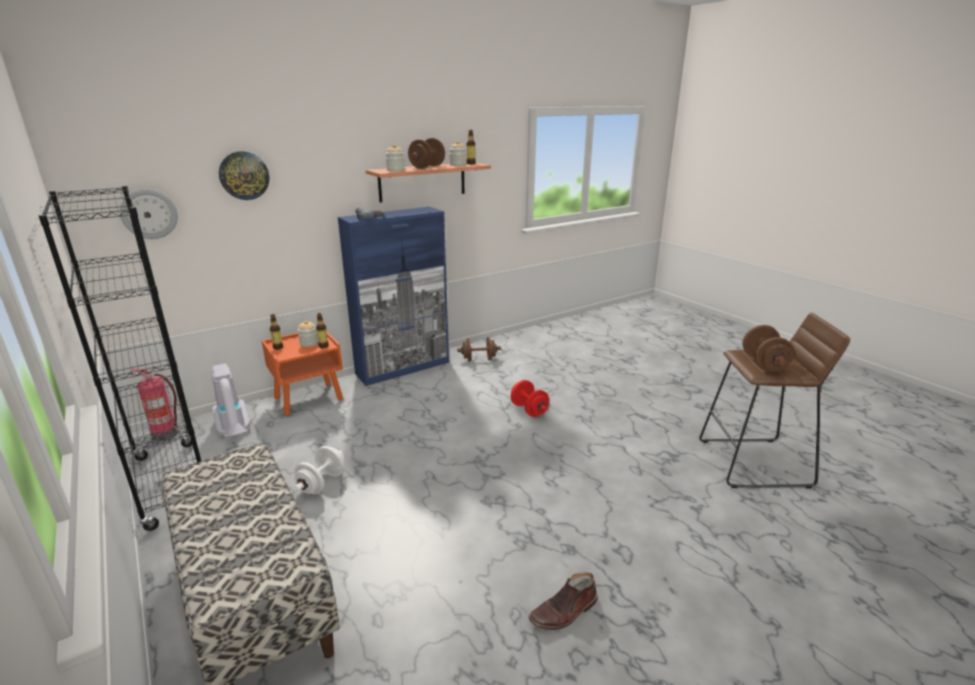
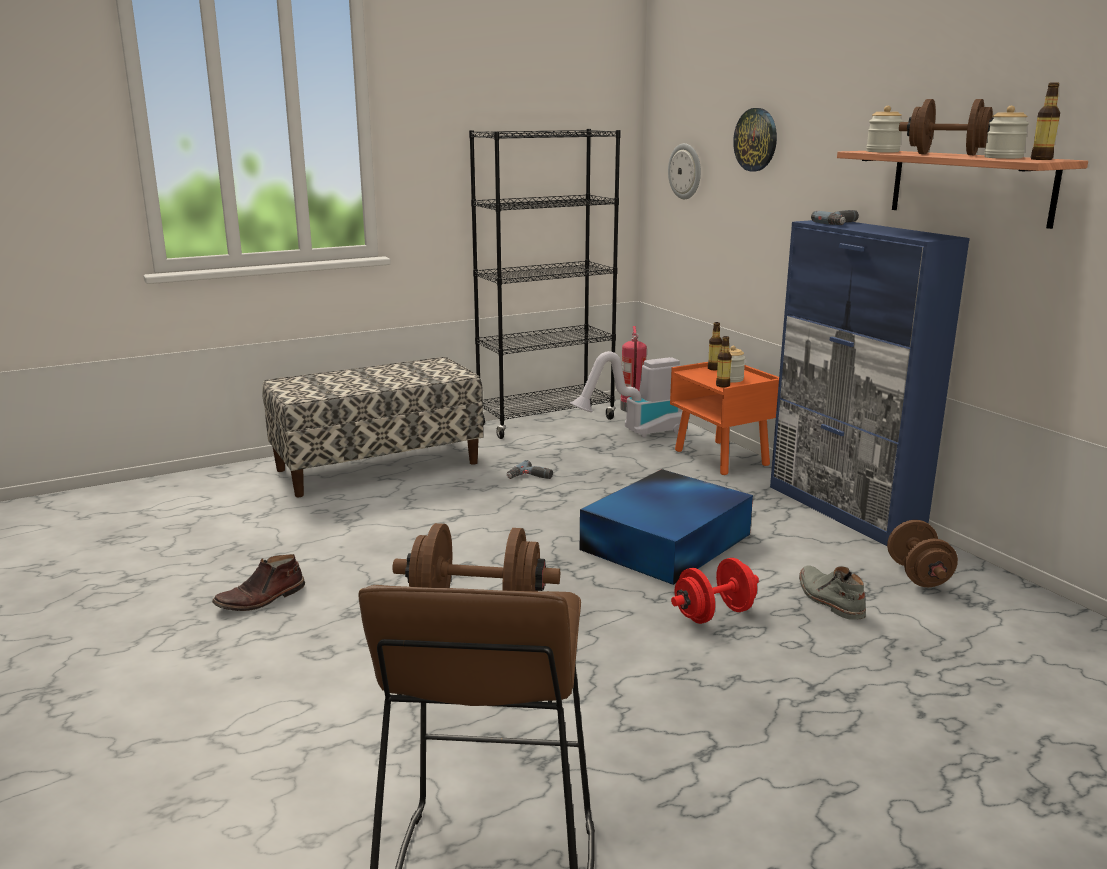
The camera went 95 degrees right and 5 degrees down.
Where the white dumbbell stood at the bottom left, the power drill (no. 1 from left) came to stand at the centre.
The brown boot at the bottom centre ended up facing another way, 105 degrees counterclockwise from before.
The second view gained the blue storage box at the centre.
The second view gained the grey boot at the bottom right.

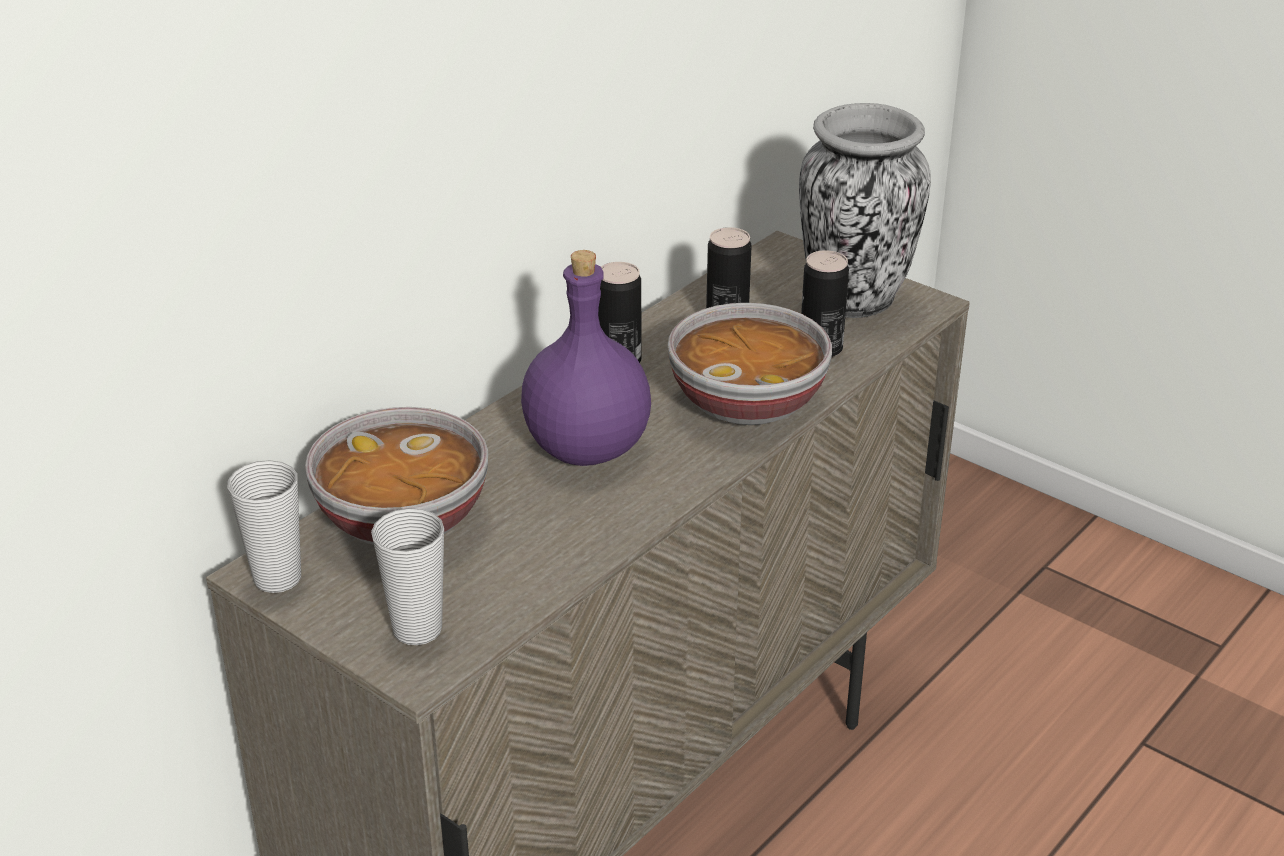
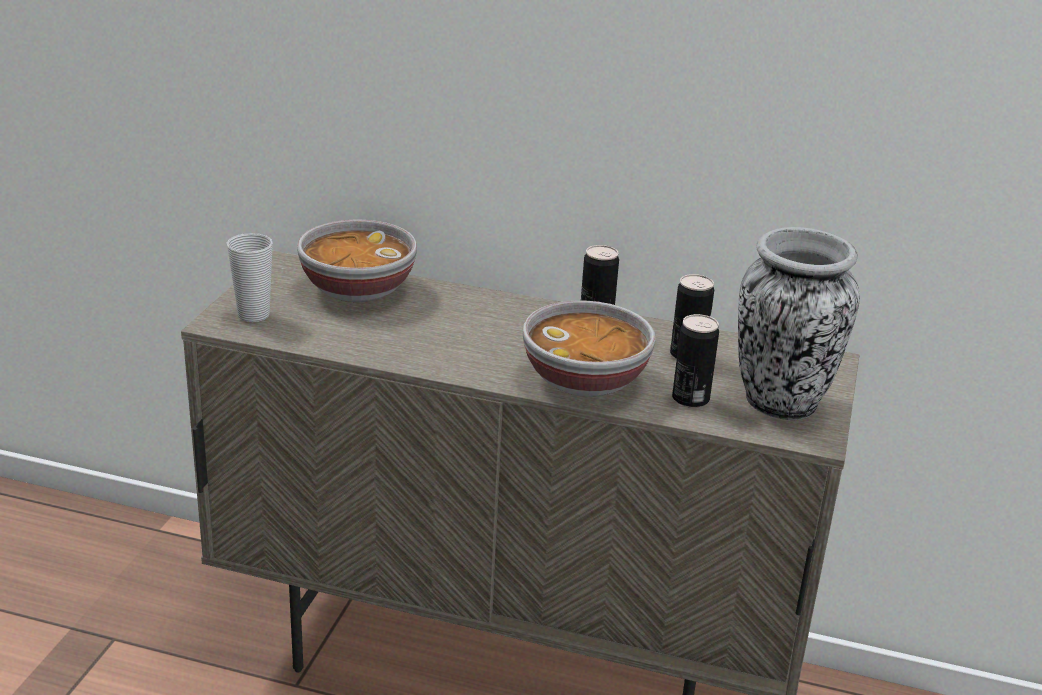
The camera went 65 degrees right and 5 degrees down.
The second view lost the purple bottle at the centre.
The second view lost the cup (no. 1 from left) at the middle left.

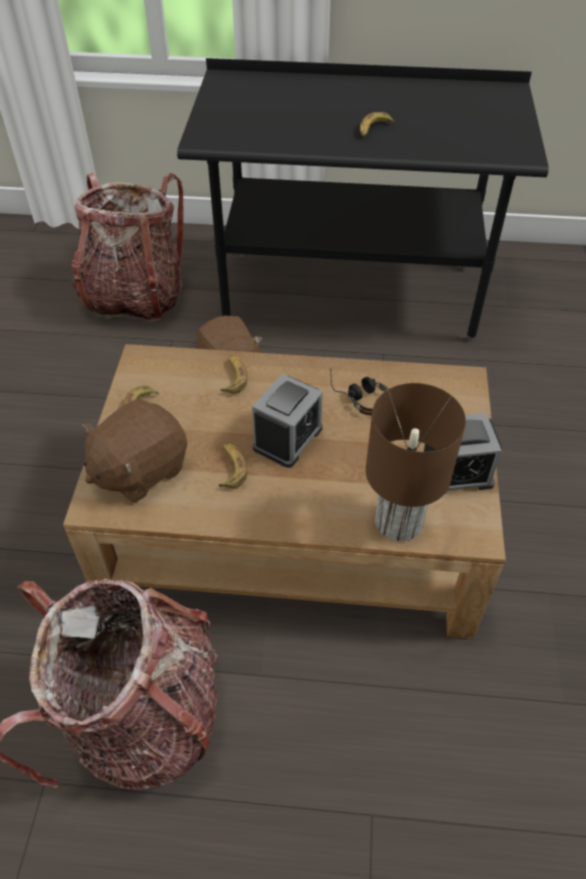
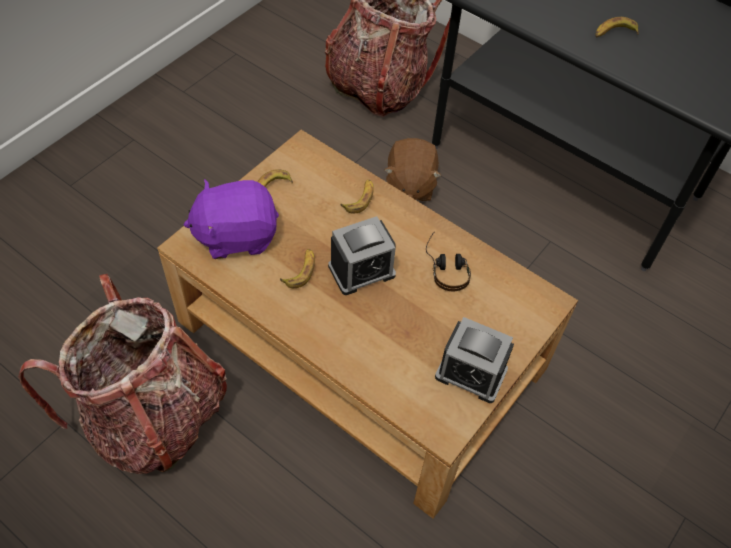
The camera went 30 degrees right and 5 degrees up.
The second view lost the brown table lamp at the middle right.
What was the brown plush toy (no. 1 from left) at the middle left turned into the purple plush toy at the middle left.

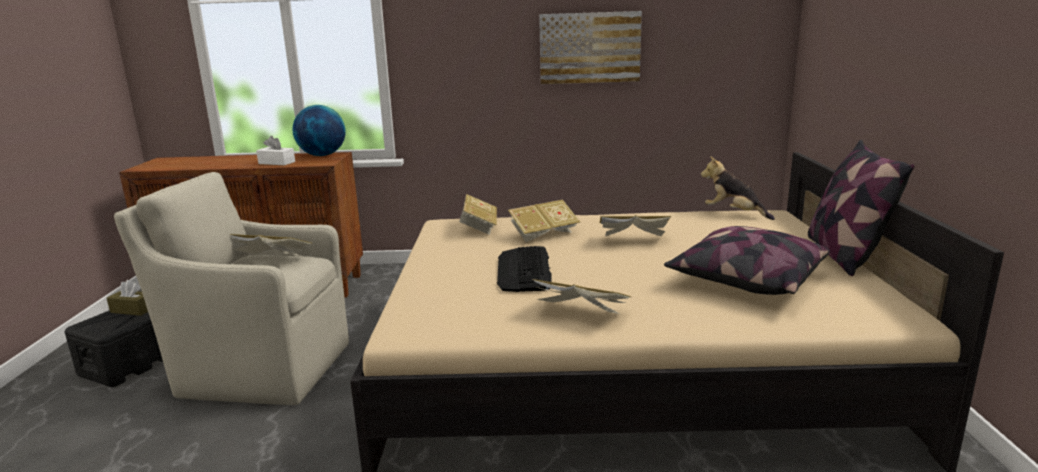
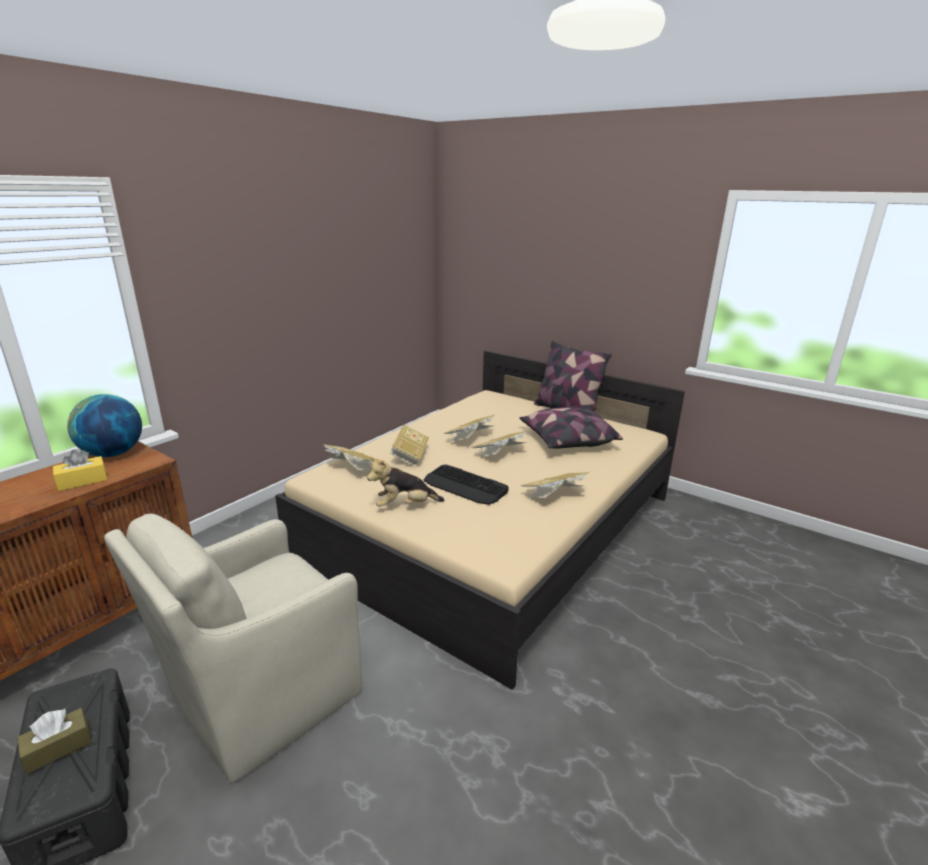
The camera went 55 degrees left and 5 degrees up.
The second view lost the picture at the top centre.
What was the white tissue box at the top left turned into the yellow tissue box at the middle left.
The plush toy ended up elsewhere, having gone from the middle right to the centre.
The book (no. 1 from left in the first image) ended up elsewhere, having gone from the middle left to the centre.

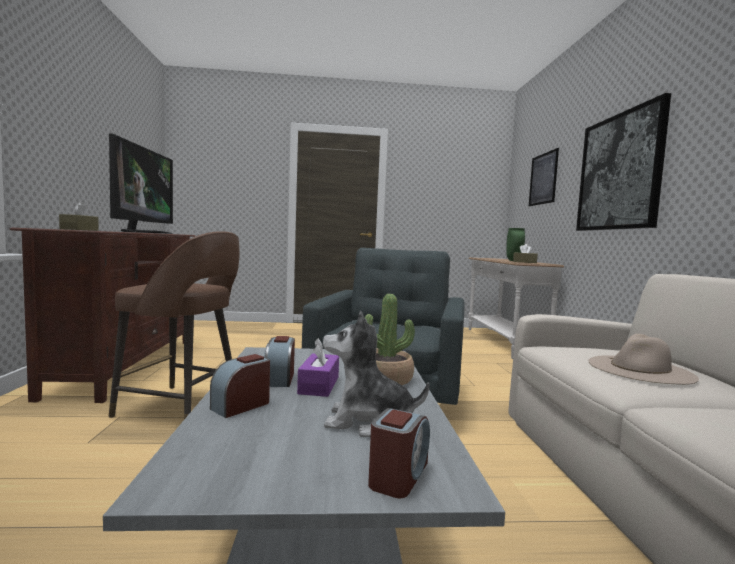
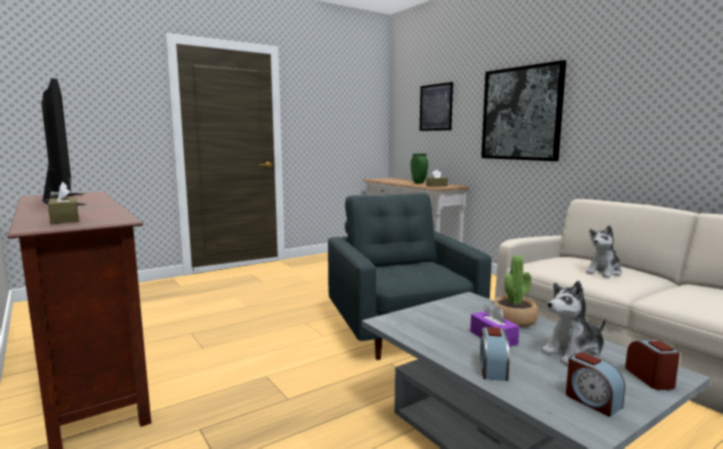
The camera went 30 degrees left and 5 degrees up.
The second view lost the brown stool at the middle left.
Where the beige hat stood at the middle right, the plush toy (no. 2 from left) came to stand at the middle right.
The alarm clock (no. 2 from left) ended up elsewhere, having gone from the centre to the bottom right.

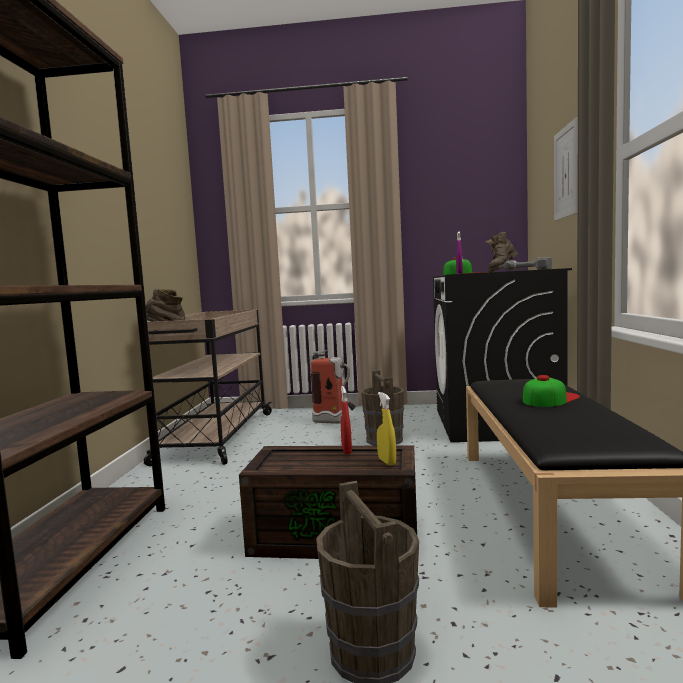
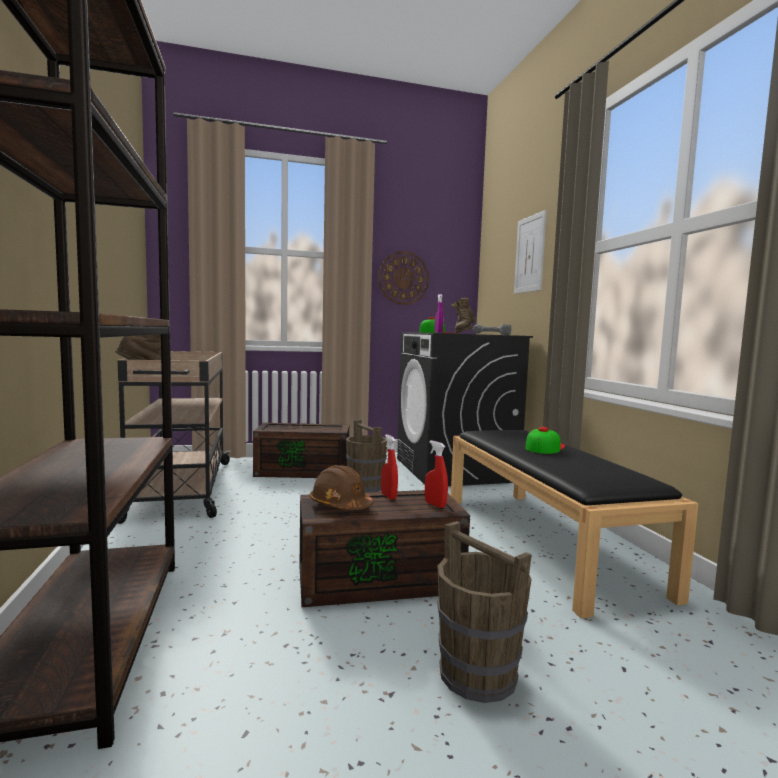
The camera went 20 degrees left and 0 degrees up.
Where the fire extinguisher stood at the centre, the brown storage box (no. 1 from left) came to stand at the centre.
What was the yellow spray bottle at the centre turned into the red spray bottle (no. 2 from left) at the centre.
The second view gained the wall clock at the centre.
The second view gained the brown hard hat at the centre.

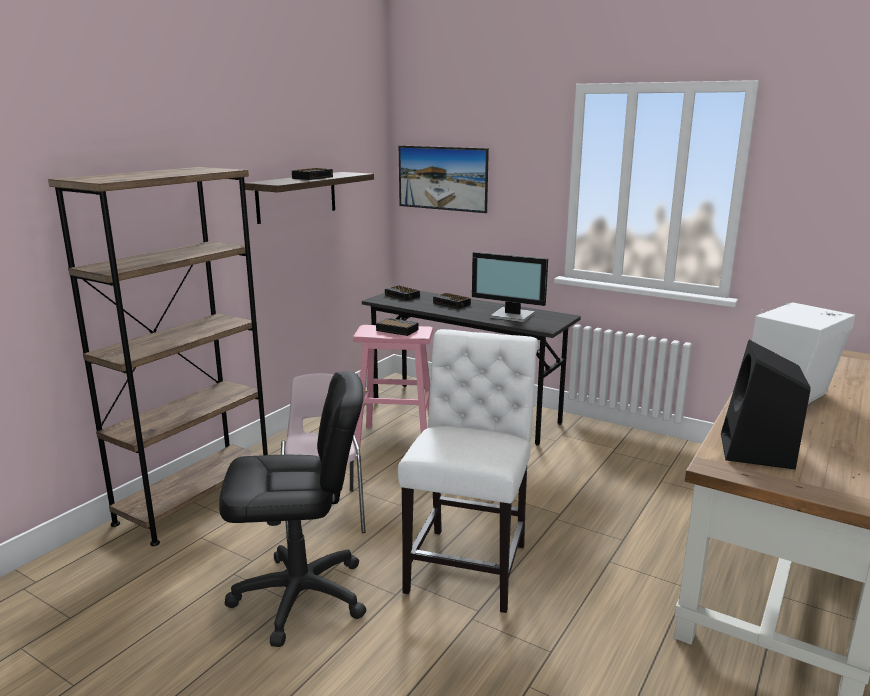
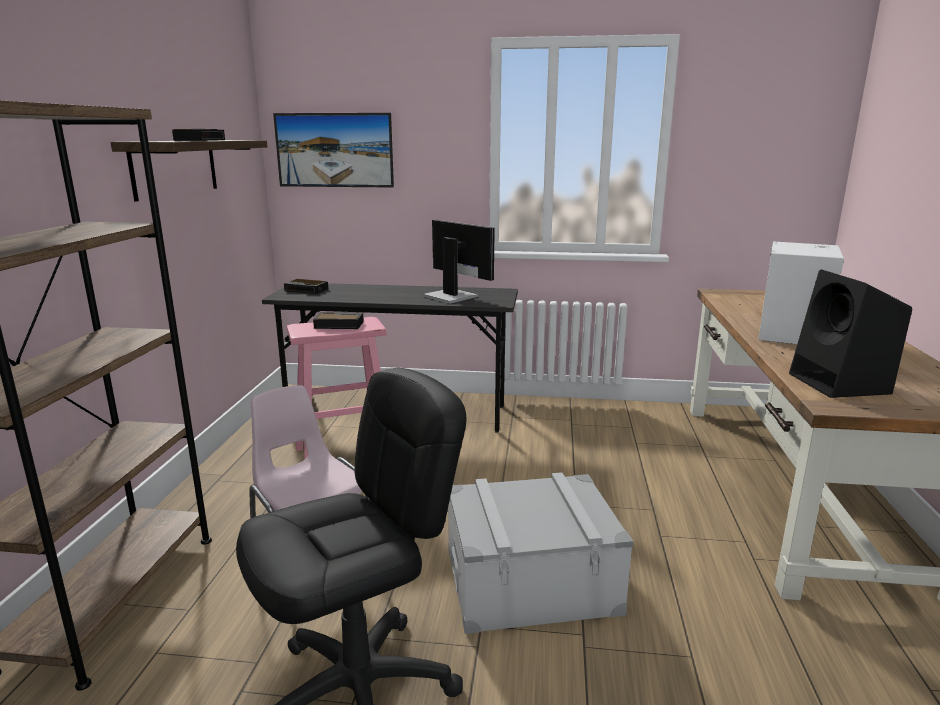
The camera went 25 degrees left and 0 degrees up.
The monitor at the centre ended up facing another way, 135 degrees counterclockwise from before.
The second view lost the alarm clock (no. 4 from left) at the centre.
Where the white chair stood at the bottom centre, the grey storage box came to stand at the bottom centre.

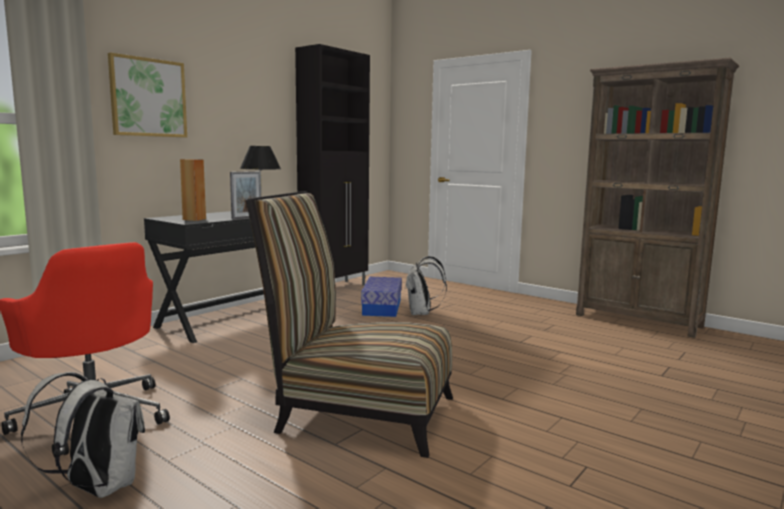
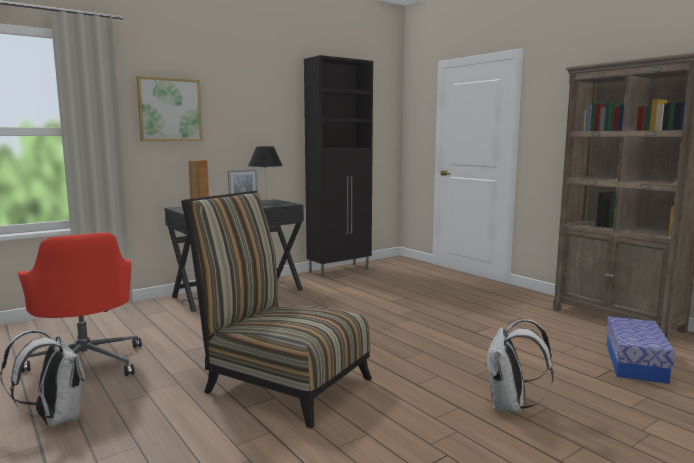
The camera went 15 degrees right and 0 degrees up.
The white backpack (no. 2 from left) ended up elsewhere, having gone from the centre to the bottom right.
The storage box ended up elsewhere, having gone from the centre to the bottom right.

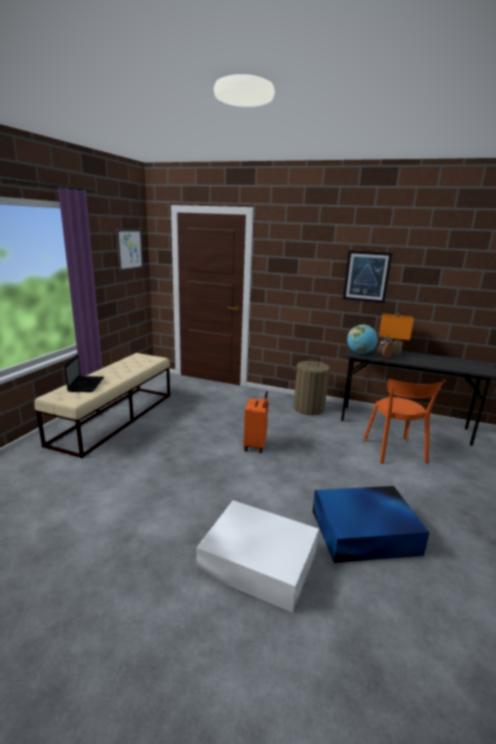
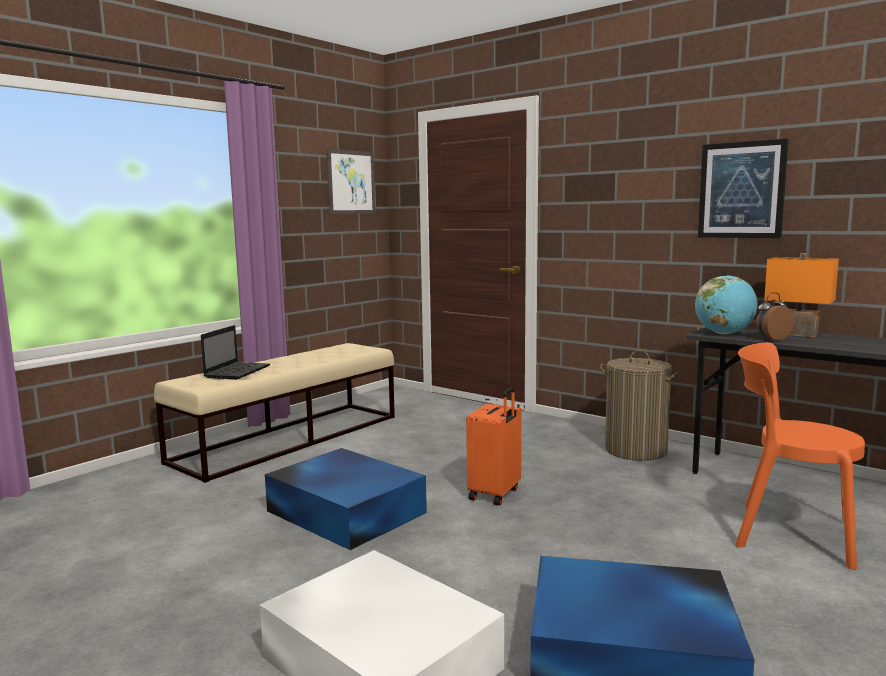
The camera went 20 degrees right and 10 degrees down.
The orange chair at the middle right ended up facing another way, 105 degrees clockwise from before.
The second view gained the blue storage box (no. 1 from left) at the bottom centre.

